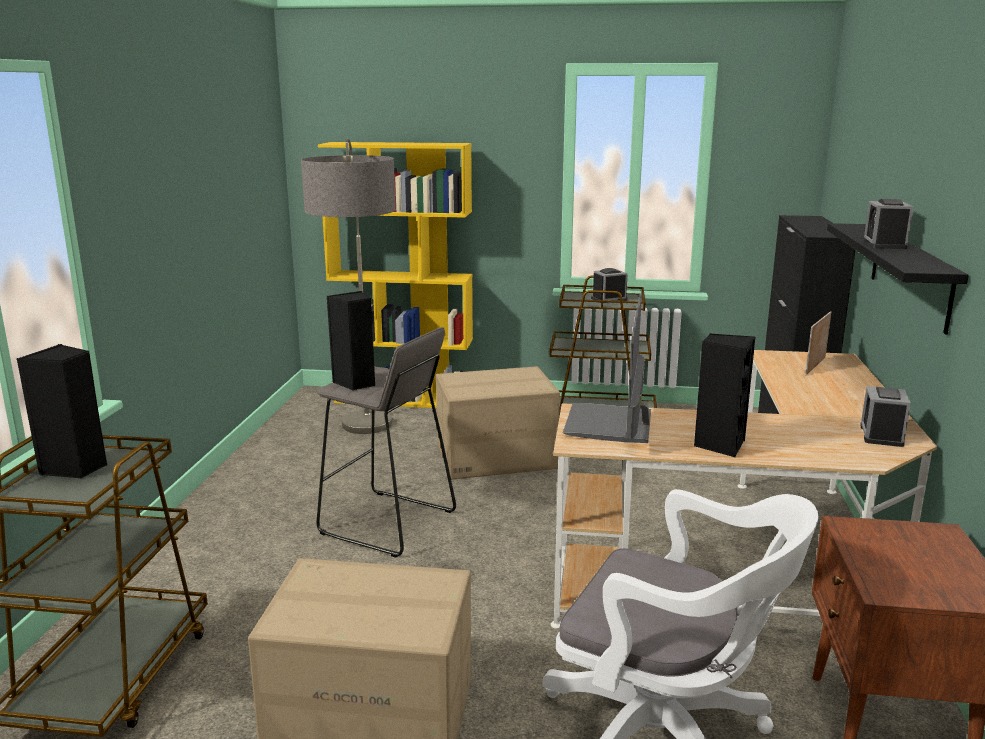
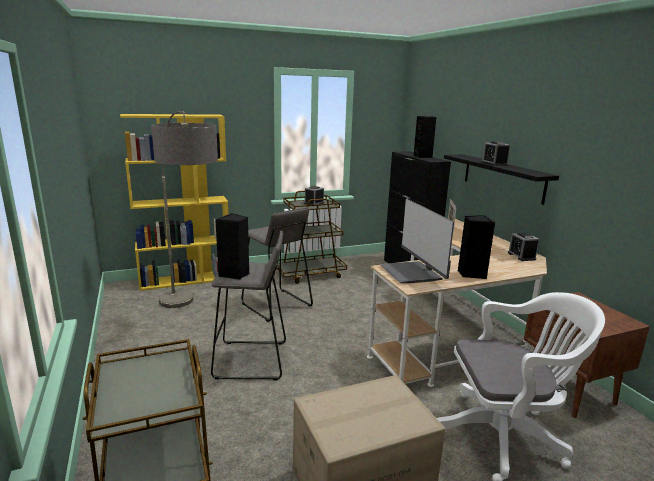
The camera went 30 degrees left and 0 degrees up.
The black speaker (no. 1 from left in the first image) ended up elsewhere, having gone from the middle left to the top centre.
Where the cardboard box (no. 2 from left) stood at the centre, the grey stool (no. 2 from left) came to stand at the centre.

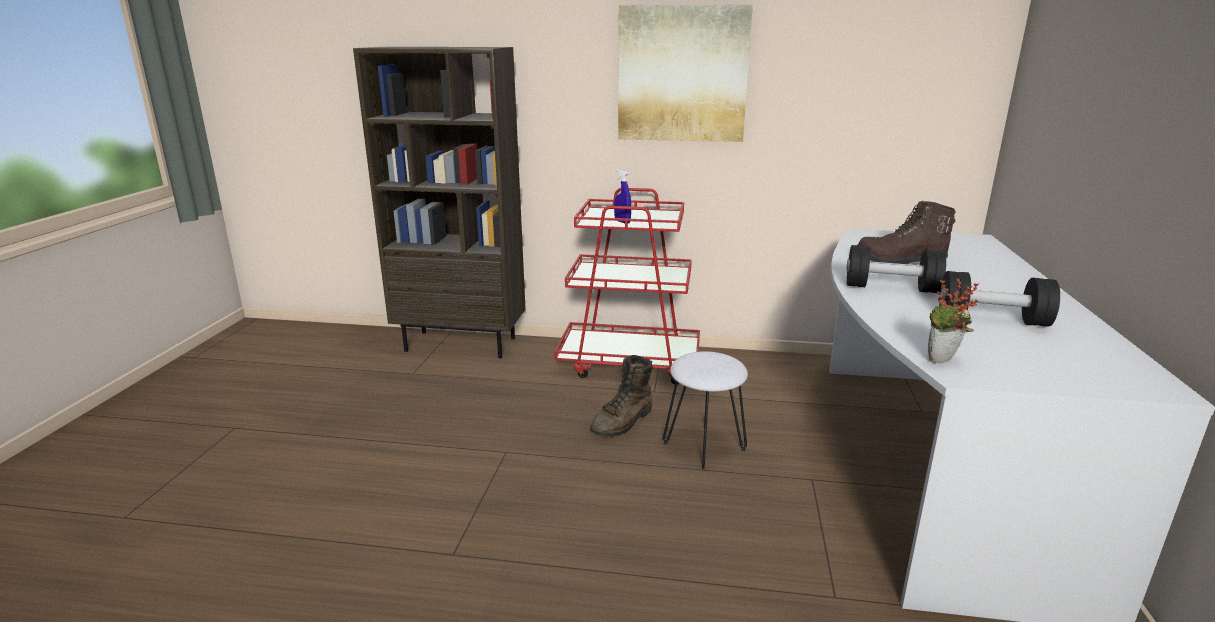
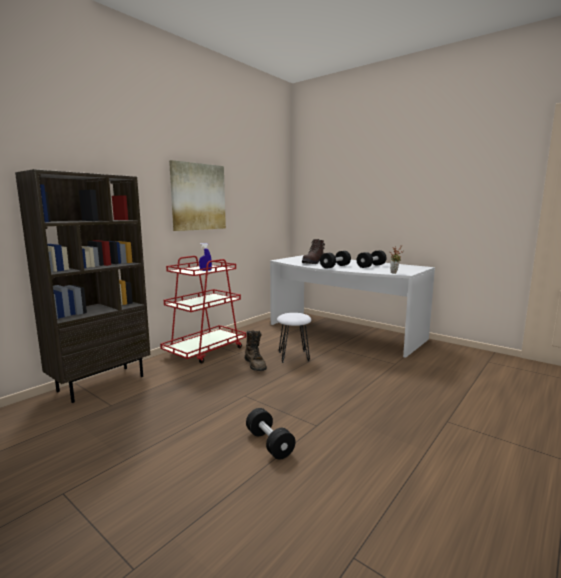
The camera went 60 degrees left and 10 degrees down.
The second view gained the black dumbbell (no. 1 from left) at the bottom centre.

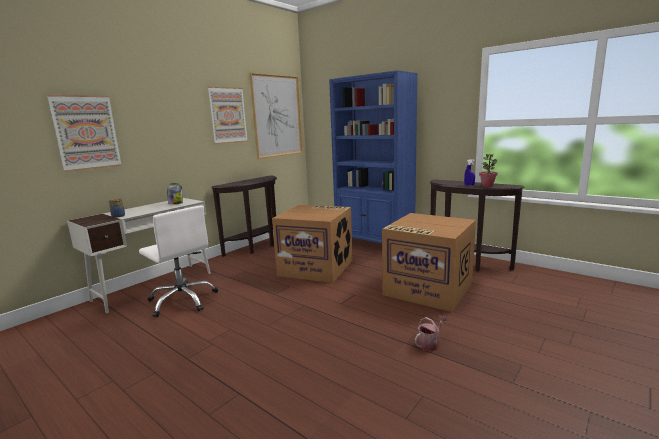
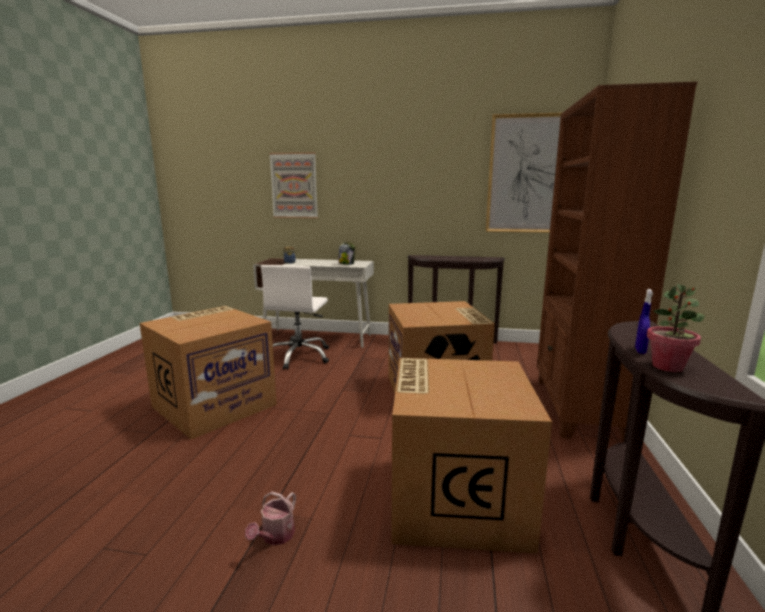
The camera went 60 degrees right and 0 degrees up.
What was the blue bookcase at the centre turned into the brown bookcase at the middle right.
The second view lost the picture (no. 2 from left) at the top centre.
The watering can at the bottom centre ended up facing another way, 90 degrees clockwise from before.
The second view gained the cardboard box (no. 1 from left) at the middle left.

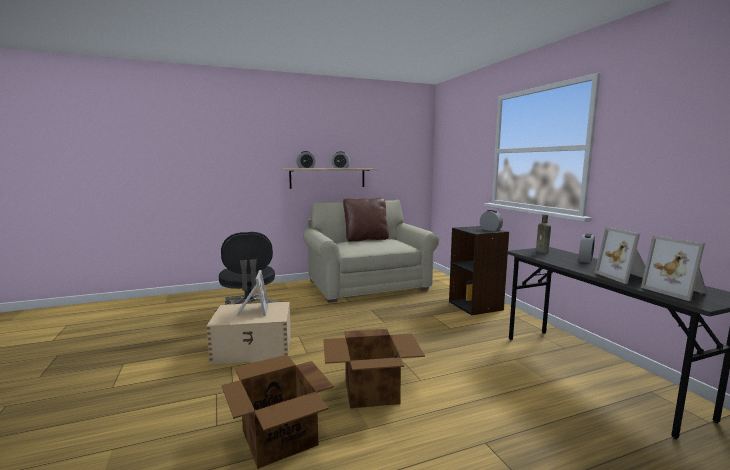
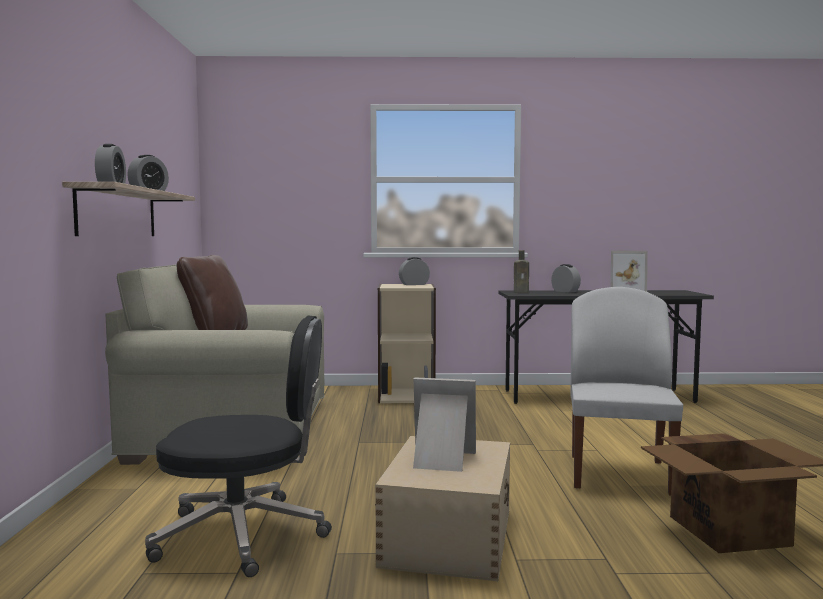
The camera went 70 degrees left and 5 degrees down.
What was the black bookcase at the centre turned into the beige bookcase at the centre.
The second view lost the picture frame (no. 3 from left) at the middle right.
Where the cardboard box (no. 2 from left) stood at the bottom centre, the white chair came to stand at the middle right.

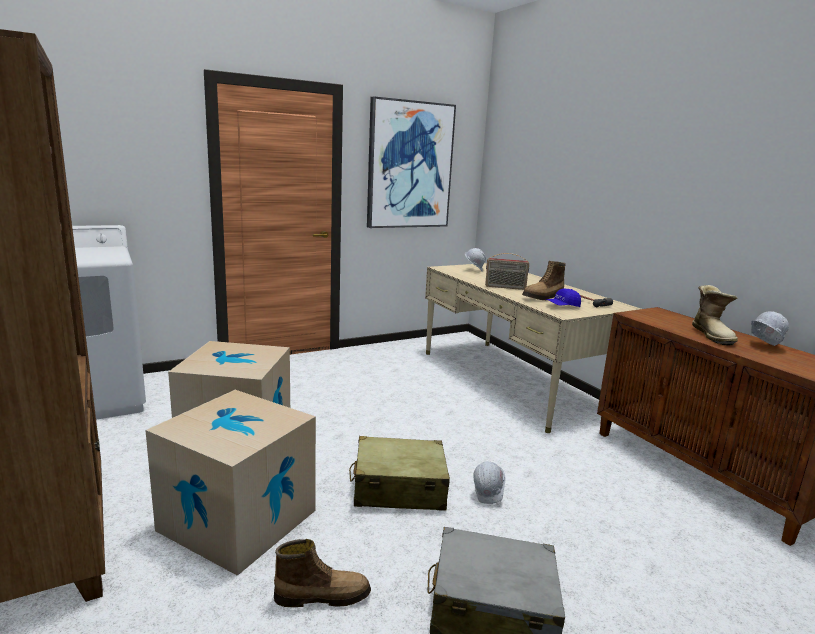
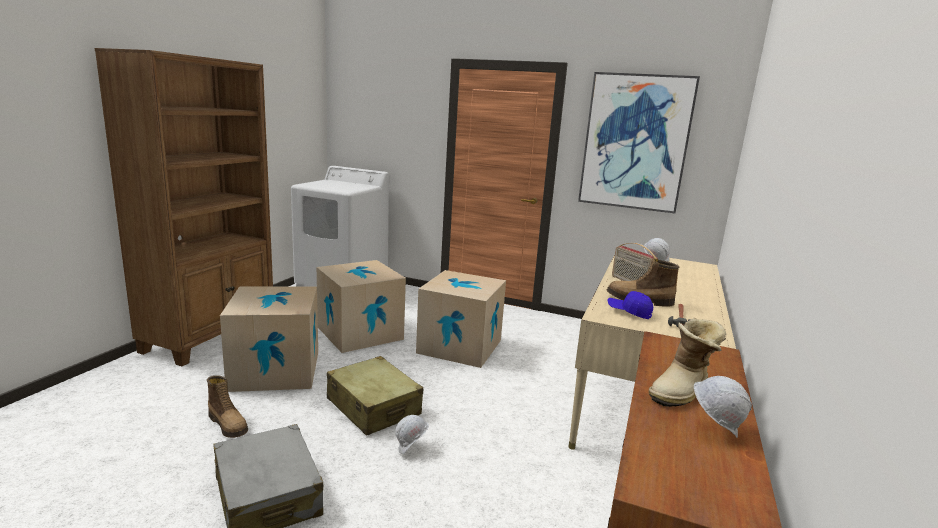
The camera went 50 degrees right and 0 degrees up.
The second view gained the cardboard box (no. 3 from left) at the centre.

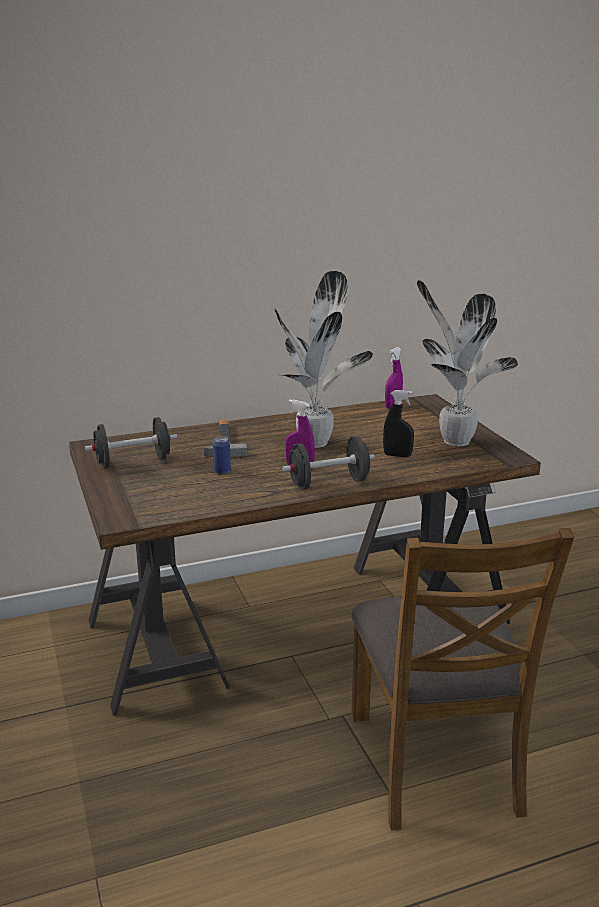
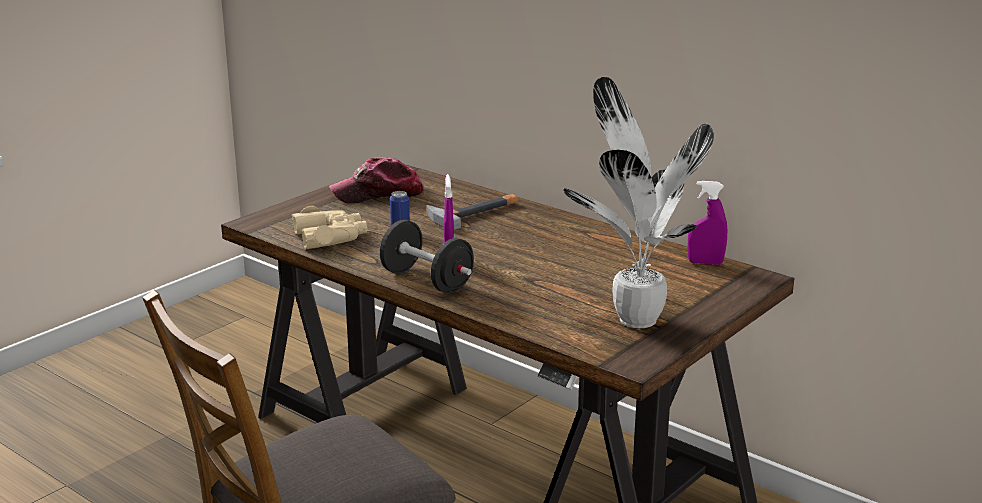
The camera went 60 degrees right and 0 degrees up.
The second view lost the potted plant (no. 1 from left) at the centre.
The second view lost the black spray bottle at the centre.
Where the black dumbbell (no. 1 from left) stood at the middle left, the cap came to stand at the centre.
The second view gained the beige binoculars at the centre.

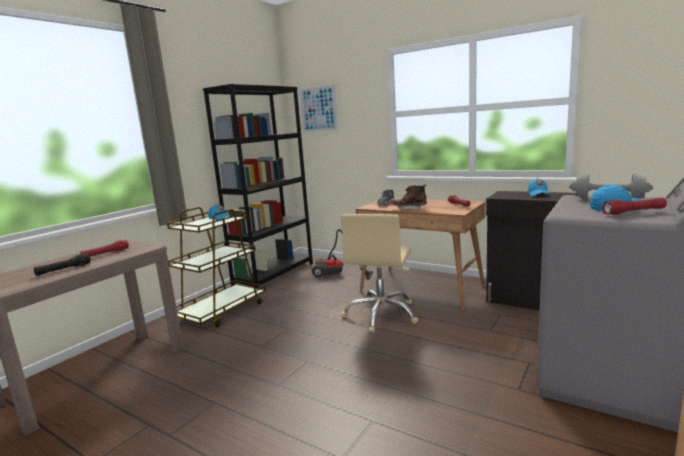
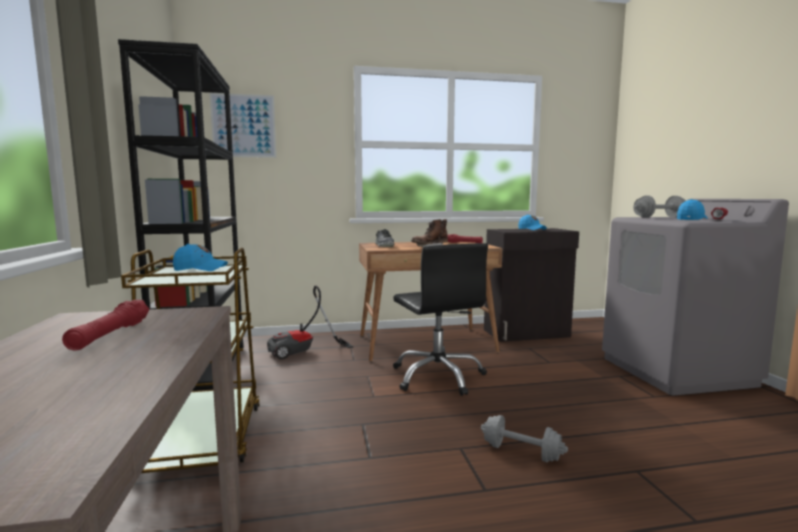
The camera went 45 degrees left and 5 degrees down.
What was the beige office chair at the centre turned into the black office chair at the centre.
The second view lost the black flashlight at the middle left.
The second view gained the grey dumbbell (no. 1 from left) at the bottom centre.

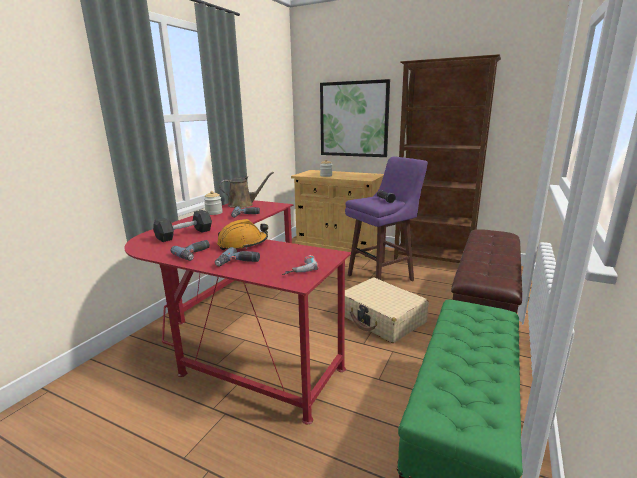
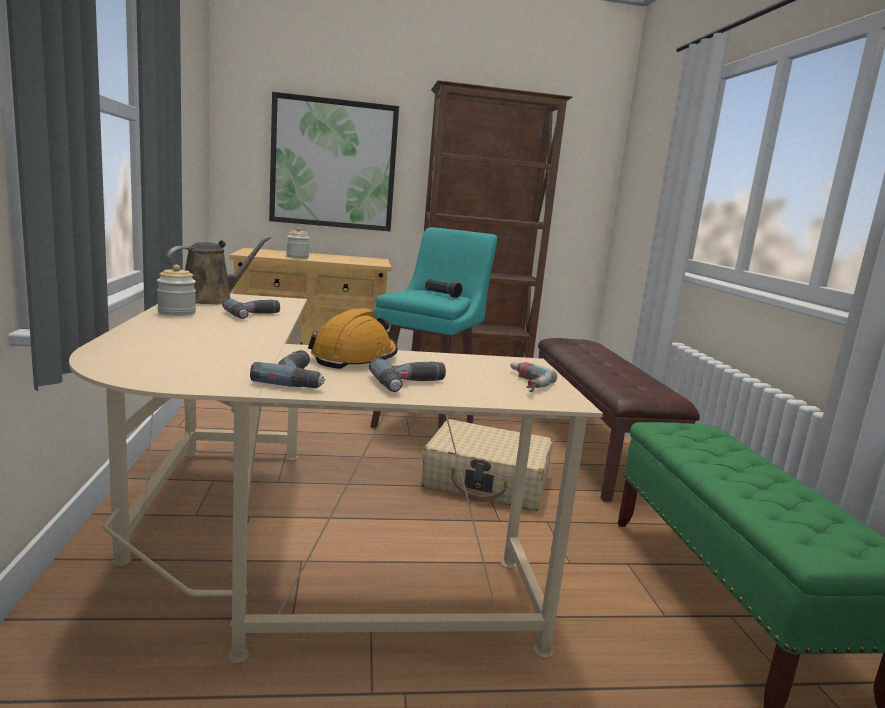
The camera went 35 degrees left and 5 degrees down.
What was the purple stool at the centre turned into the turquoise stool at the centre.
What was the red desk at the centre turned into the beige desk at the bottom centre.
The second view lost the black dumbbell at the middle left.

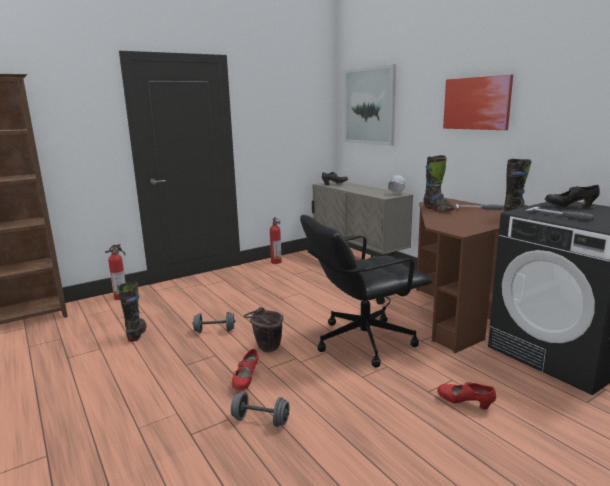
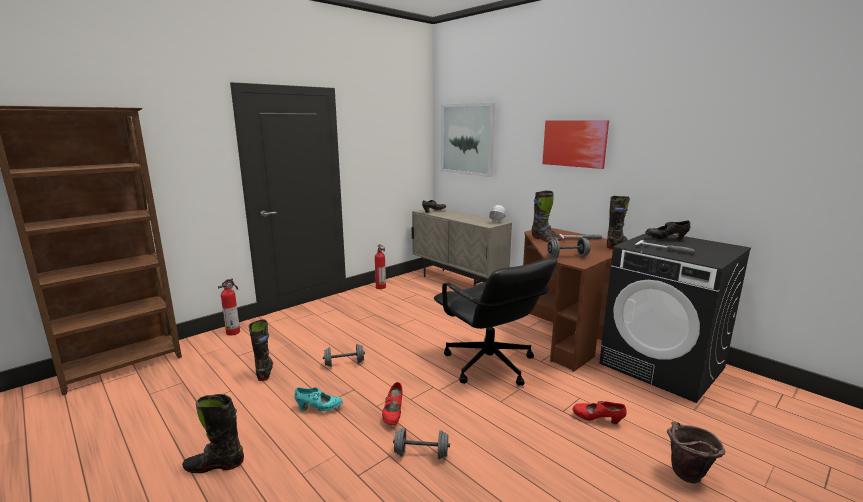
The camera went 10 degrees left and 0 degrees up.
The black office chair at the centre ended up facing another way, 90 degrees counterclockwise from before.
The brown bucket ended up elsewhere, having gone from the bottom centre to the bottom right.
The second view gained the grey dumbbell (no. 3 from left) at the centre.
The second view gained the turquoise shoe at the bottom centre.
The second view gained the black boot (no. 1 from left) at the bottom left.

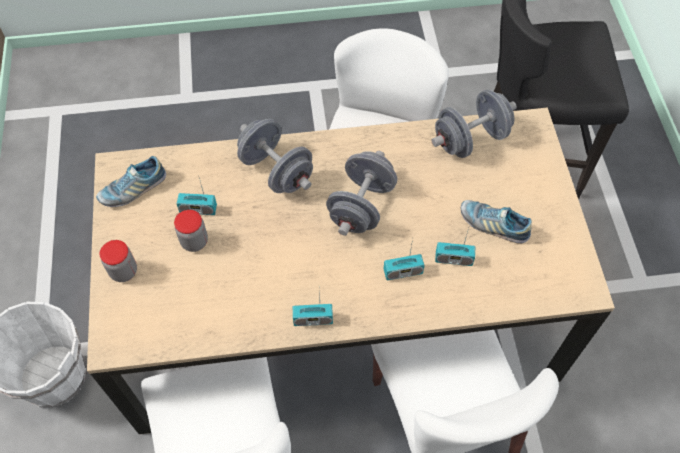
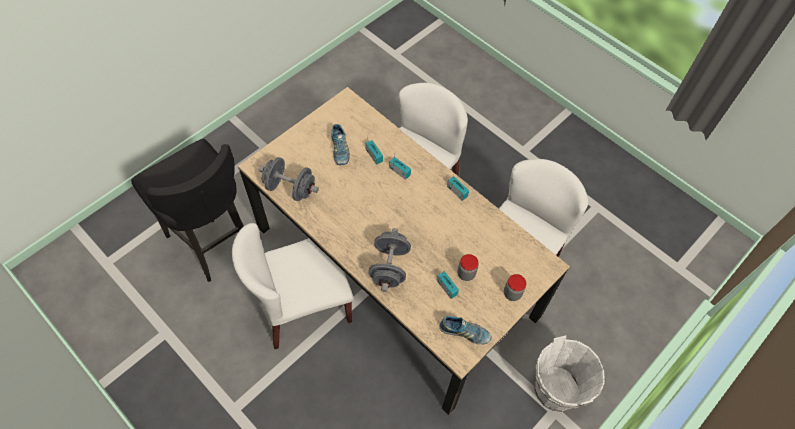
The camera went 130 degrees left and 0 degrees up.
The second view lost the grey dumbbell (no. 2 from left) at the centre.

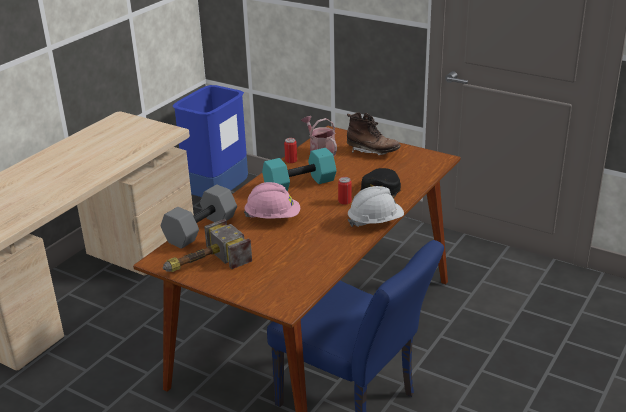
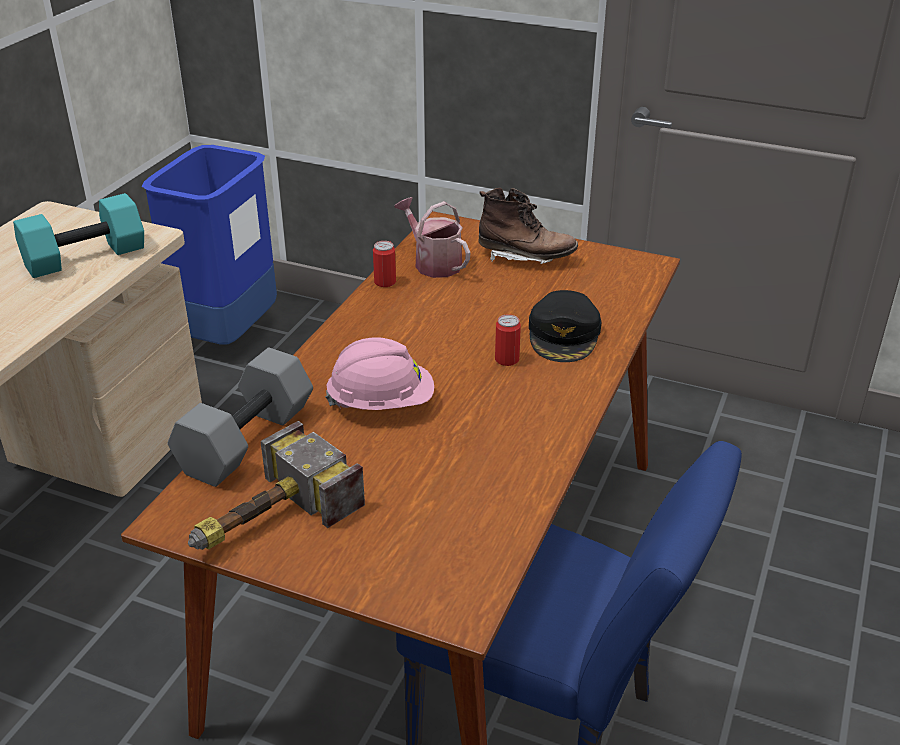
The camera went 10 degrees left and 5 degrees up.
The turquoise dumbbell ended up elsewhere, having gone from the centre to the top left.
The second view lost the white hard hat at the centre.

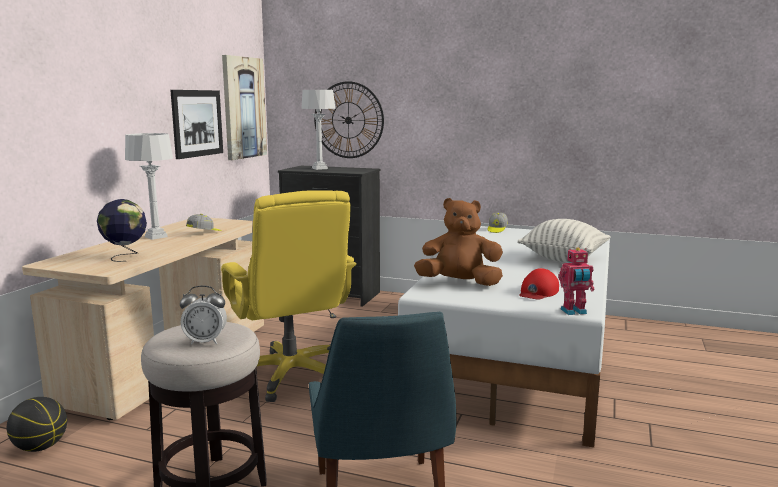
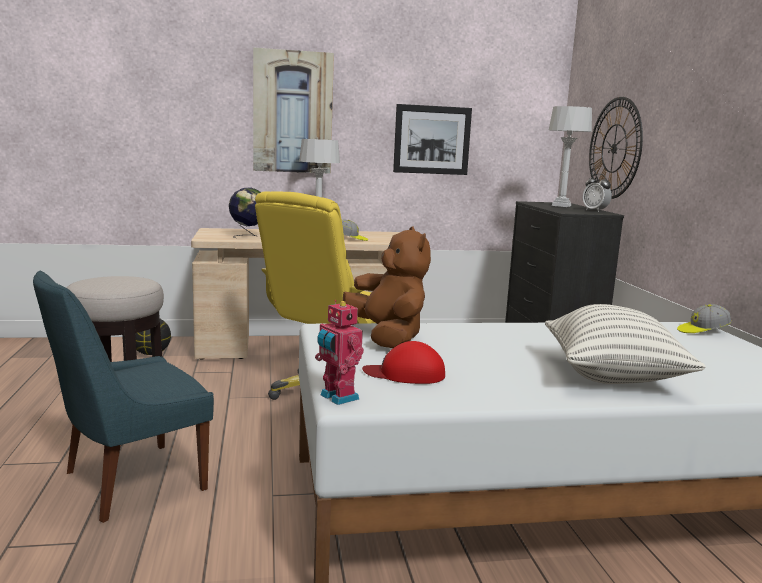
The camera went 60 degrees right and 0 degrees up.
The picture (no. 2 from left in the first image) ended up elsewhere, having gone from the top left to the top centre.
The alarm clock ended up elsewhere, having gone from the middle left to the top right.

